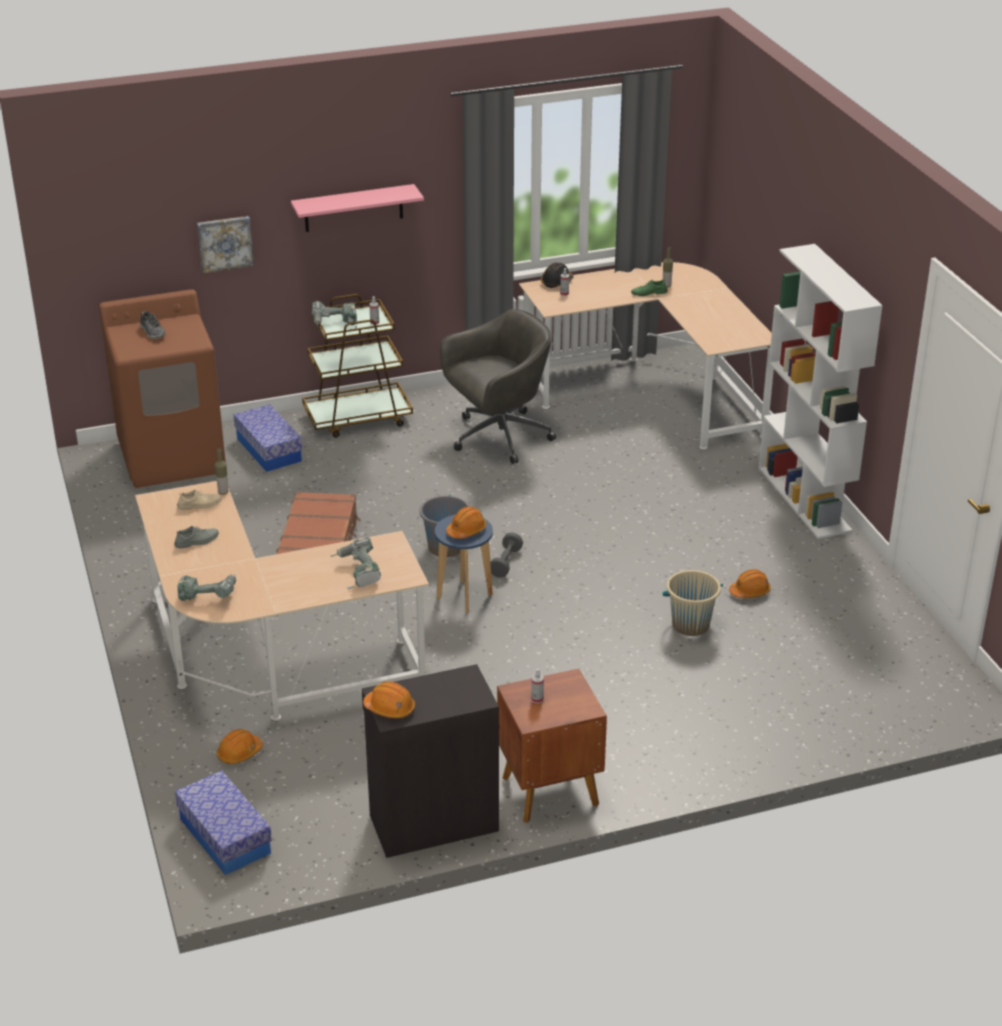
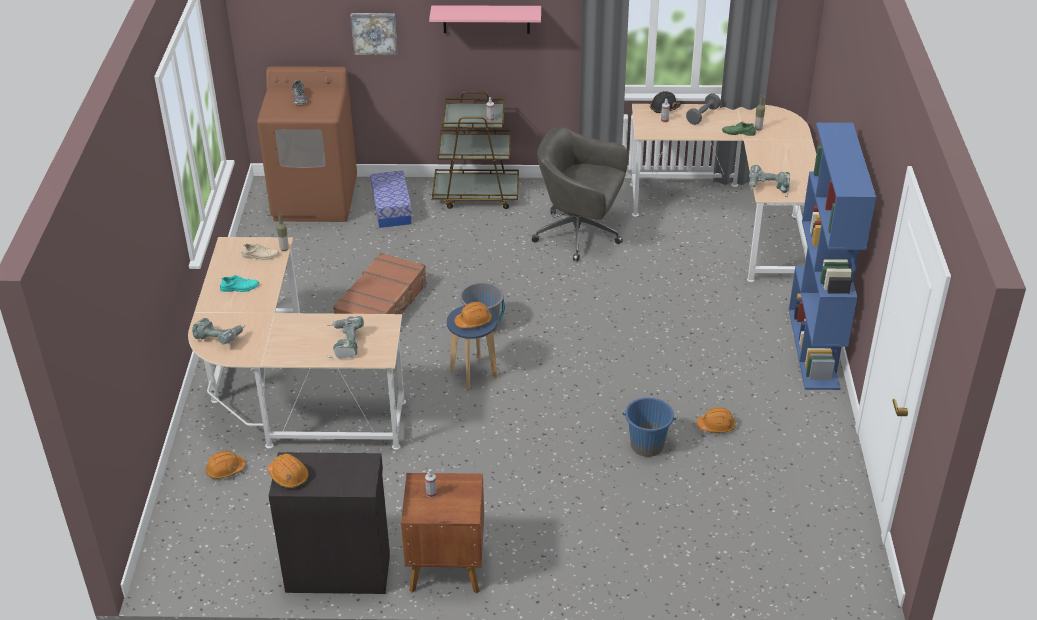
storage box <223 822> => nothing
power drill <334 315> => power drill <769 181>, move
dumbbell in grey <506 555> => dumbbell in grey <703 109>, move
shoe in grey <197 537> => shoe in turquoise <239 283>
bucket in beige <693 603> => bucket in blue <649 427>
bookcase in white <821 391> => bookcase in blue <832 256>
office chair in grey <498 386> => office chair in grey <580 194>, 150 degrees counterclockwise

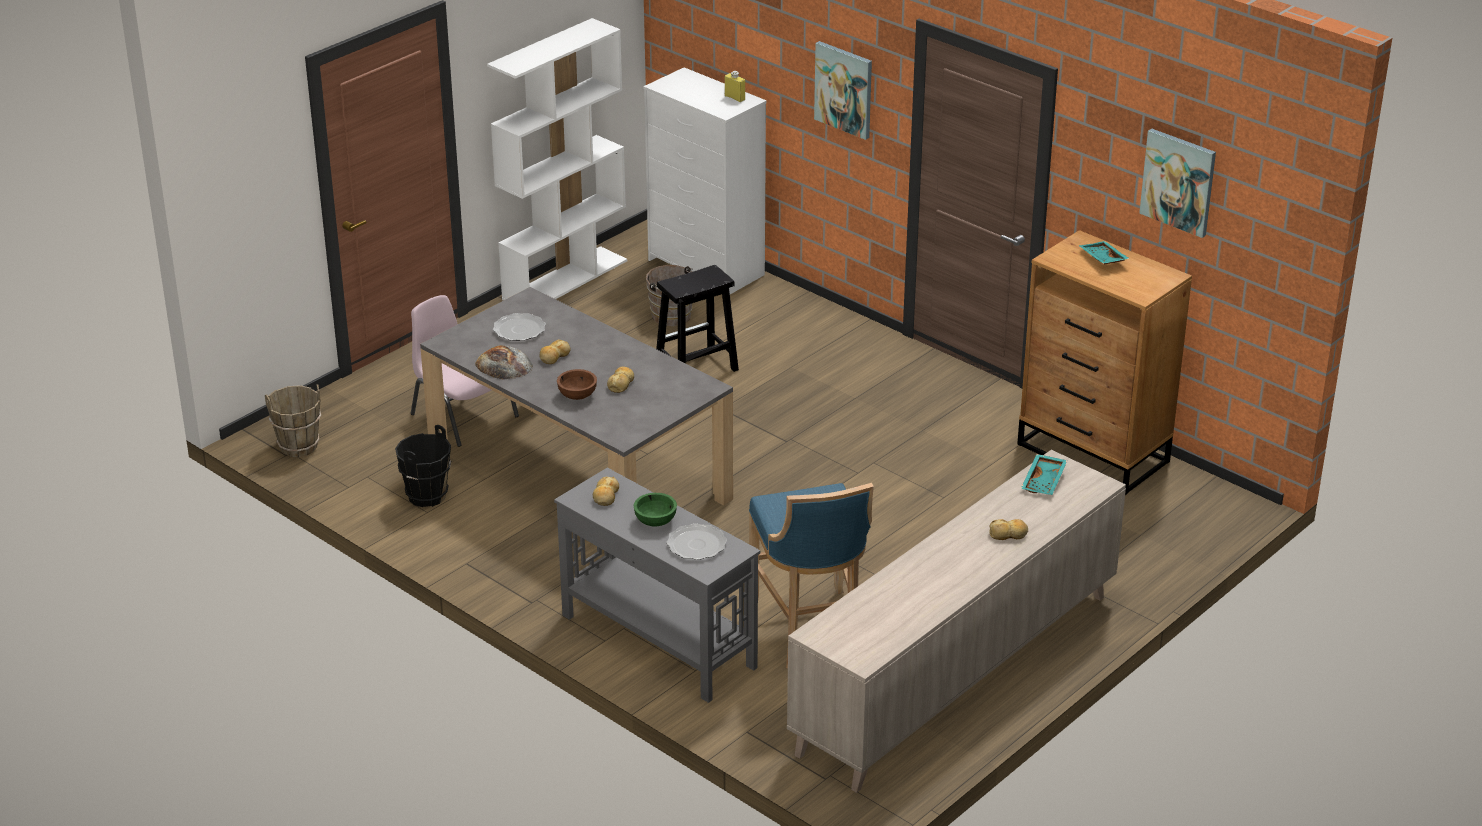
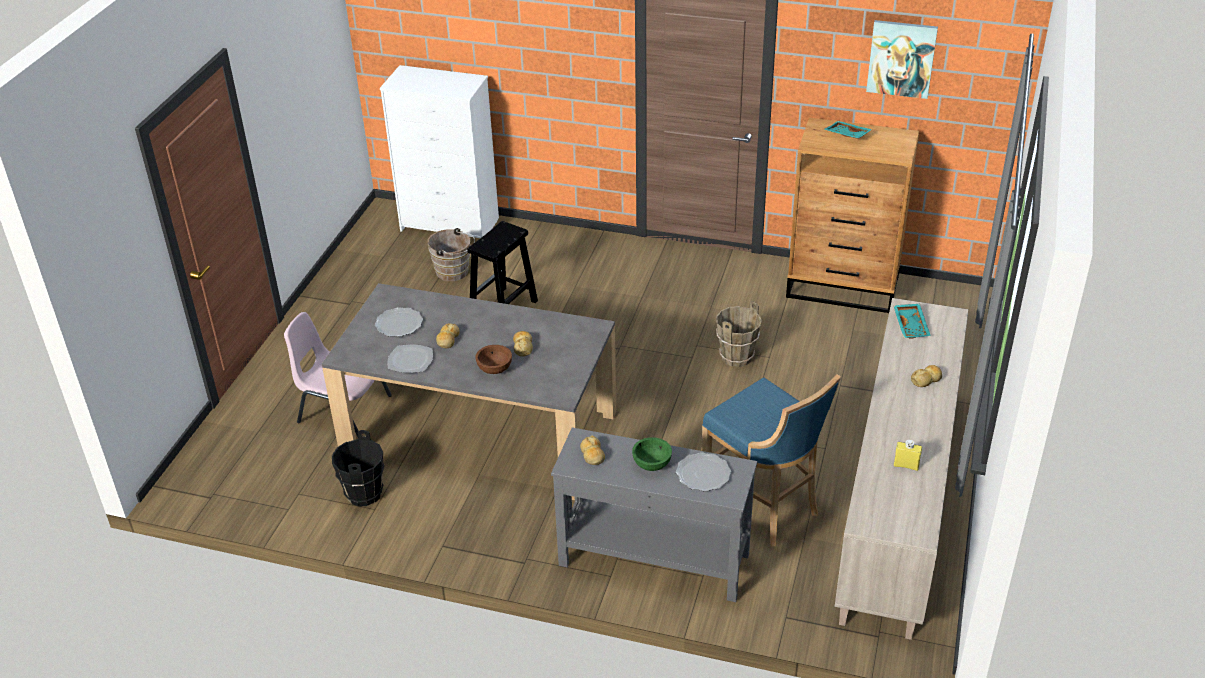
bookcase in white <557 159> => nothing
picture <843 90> => nothing
bucket in brown <293 420> => bucket in brown <739 334>, move
bottle in yellow <735 86> => bottle in yellow <908 455>, move
bread <504 362> => plate <410 359>

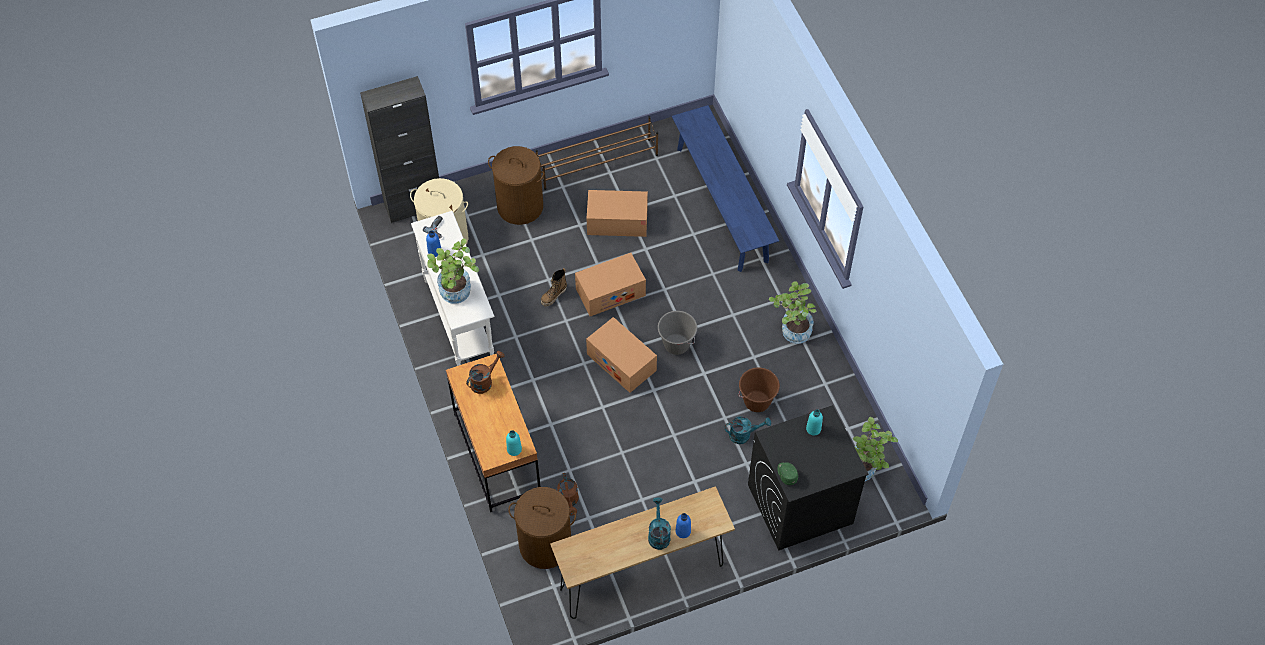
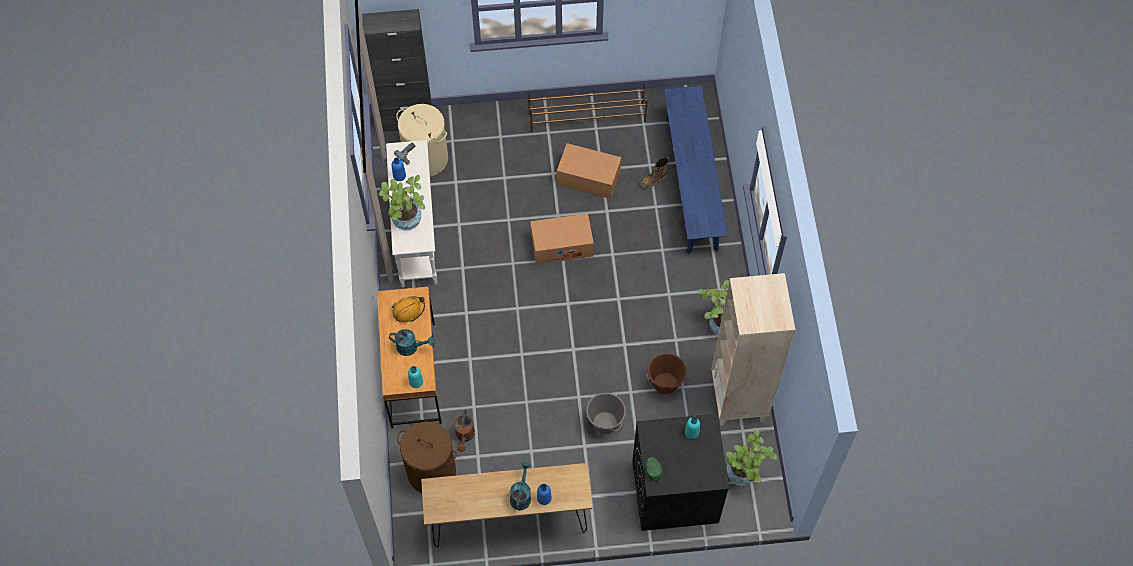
laundry basket in brown <516 185> => nothing
cardboard box <621 355> => nothing
nothing => bookcase in beige <753 349>
boot <554 287> => boot <655 172>, move
bucket in grey <677 333> => bucket in grey <606 413>, move
watering can in turquoise <748 430> => watering can in turquoise <411 342>, move
watering can in brown <485 372> => hard hat in orange <408 309>

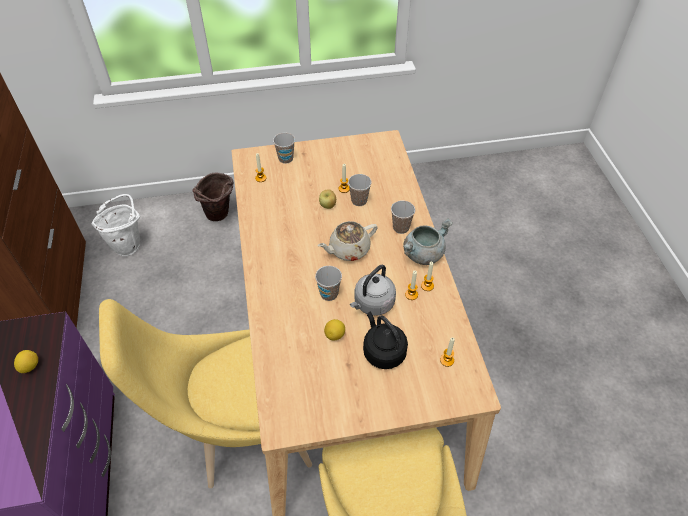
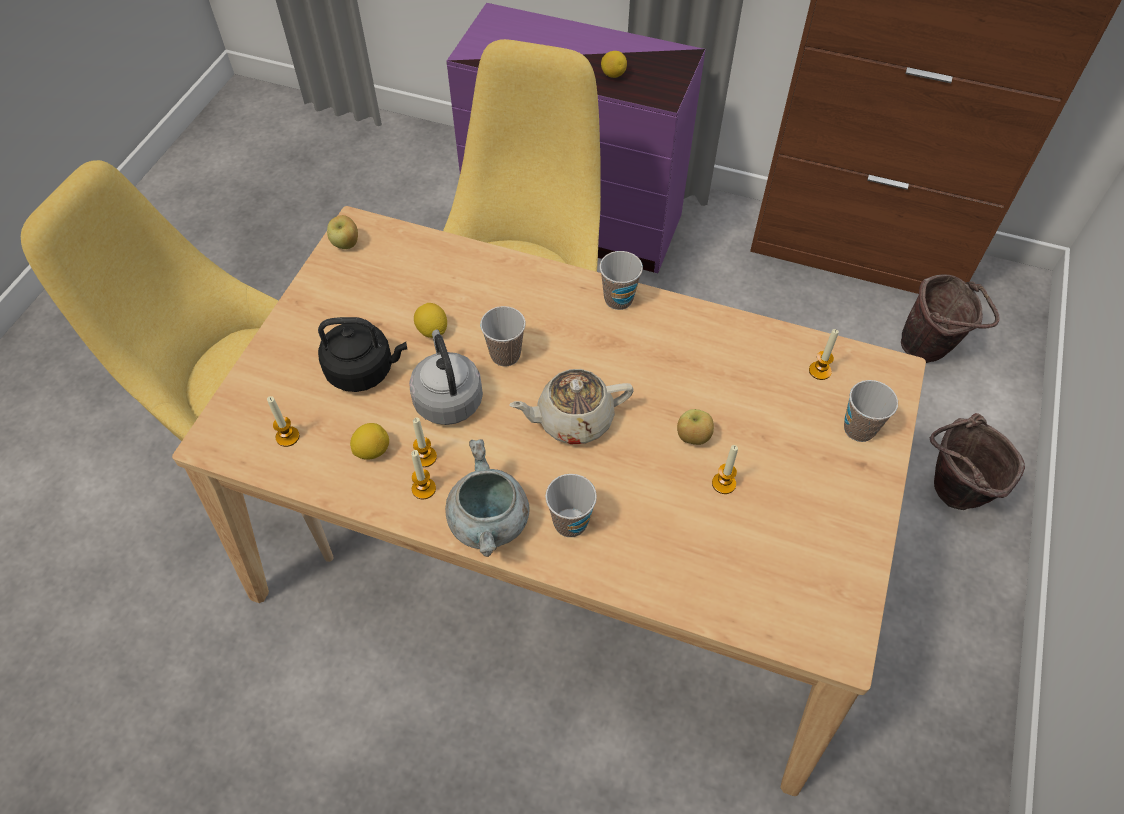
nothing => apple <342 232>
nothing => lemon <369 441>
cup <360 190> => cup <621 280>, move
bucket in white <116 225> => bucket in brown <950 318>
teapot in beige <348 241> => teapot in beige <571 406>, 105 degrees counterclockwise

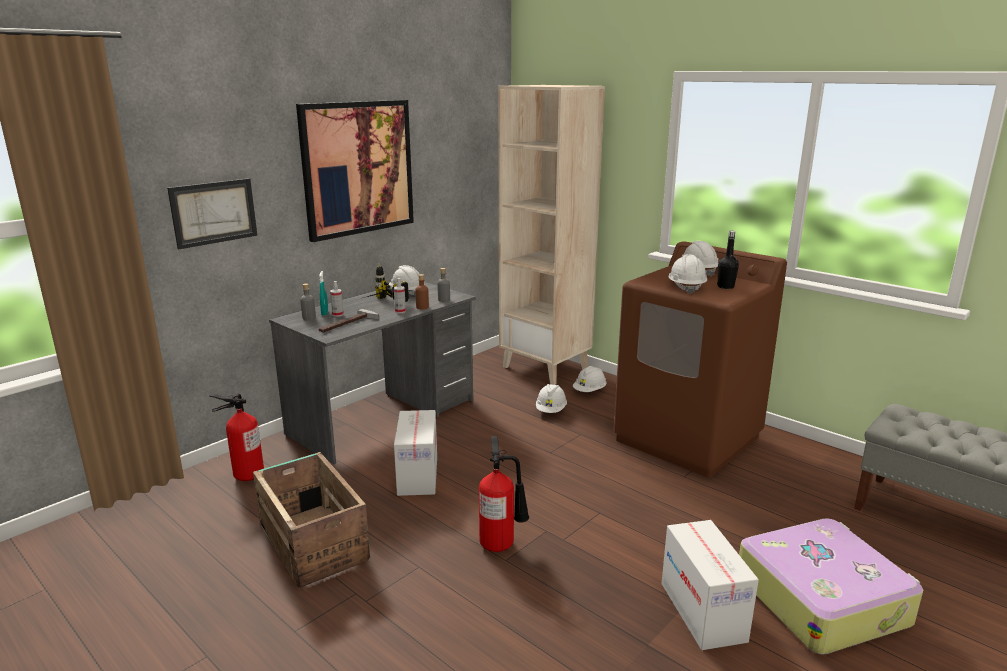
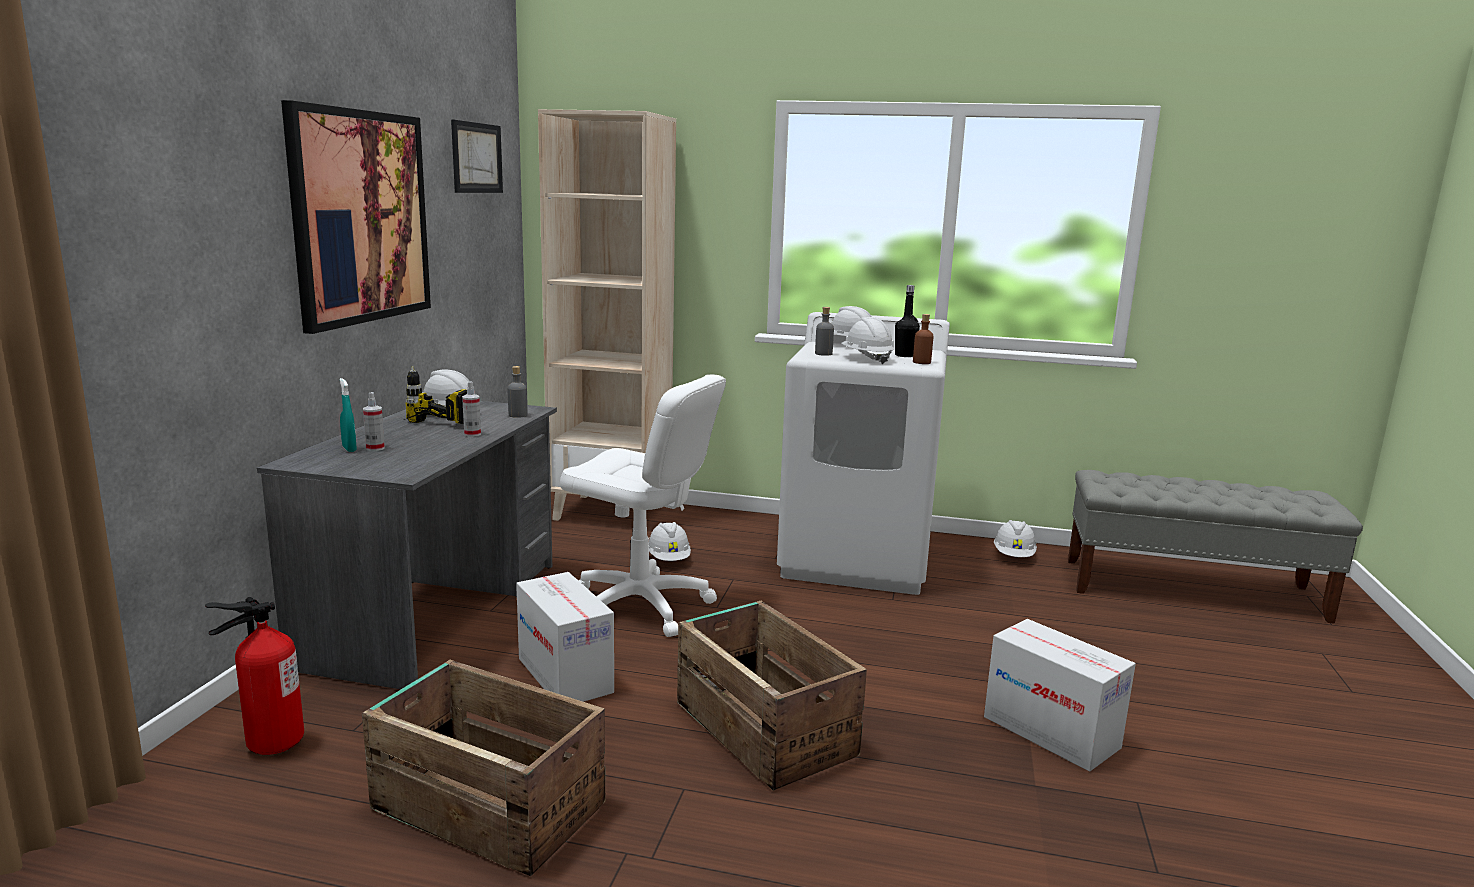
hammer <348 320> => nothing
suitcase <831 586> => nothing
nothing => office chair in white <643 506>
picture <212 213> => picture <477 156>, move
bottle in grey <308 302> => bottle in grey <824 331>, move
bottle in brown <422 291> => bottle in brown <923 339>, move
hard hat in white <590 379> => hard hat in white <1015 538>, move
fire extinguisher <504 494> => crate <772 696>
washing machine in brown <700 359> => washing machine in white <863 453>

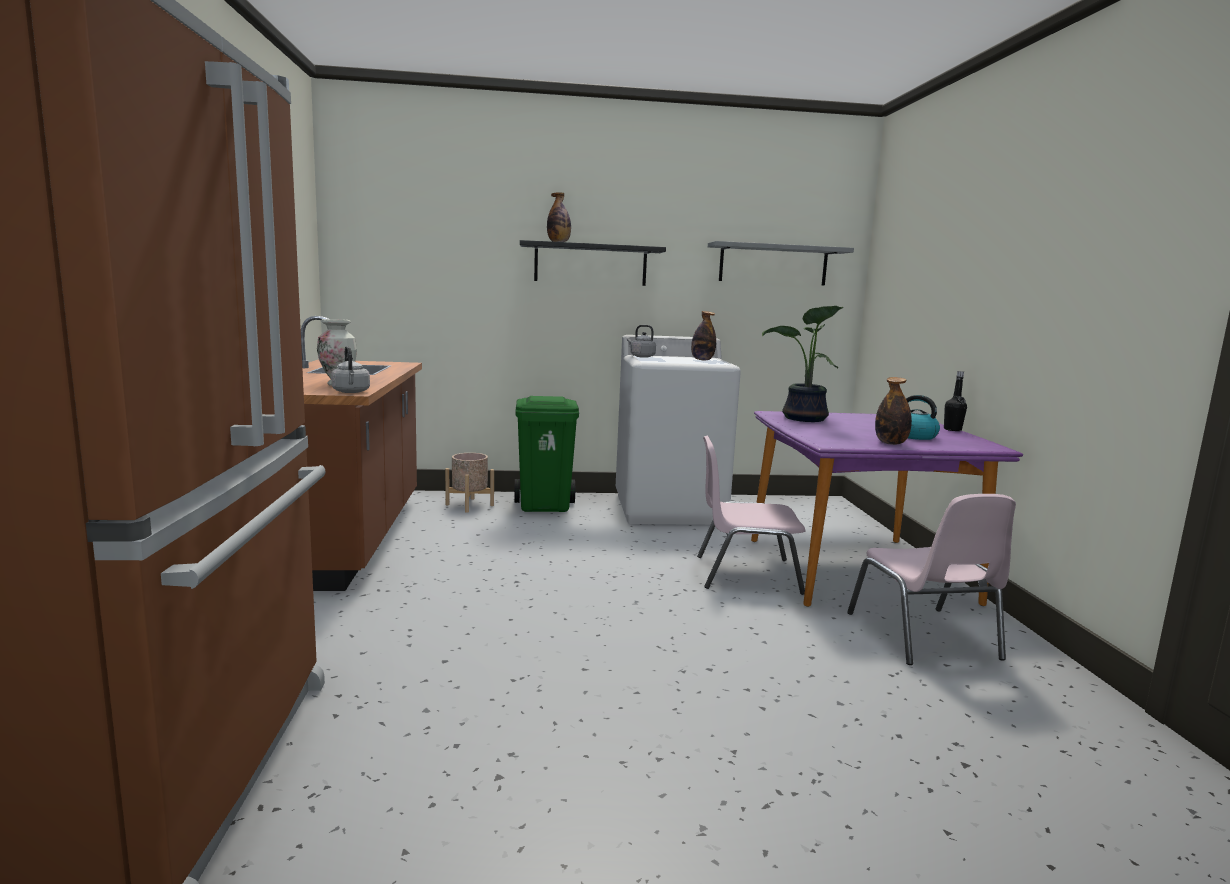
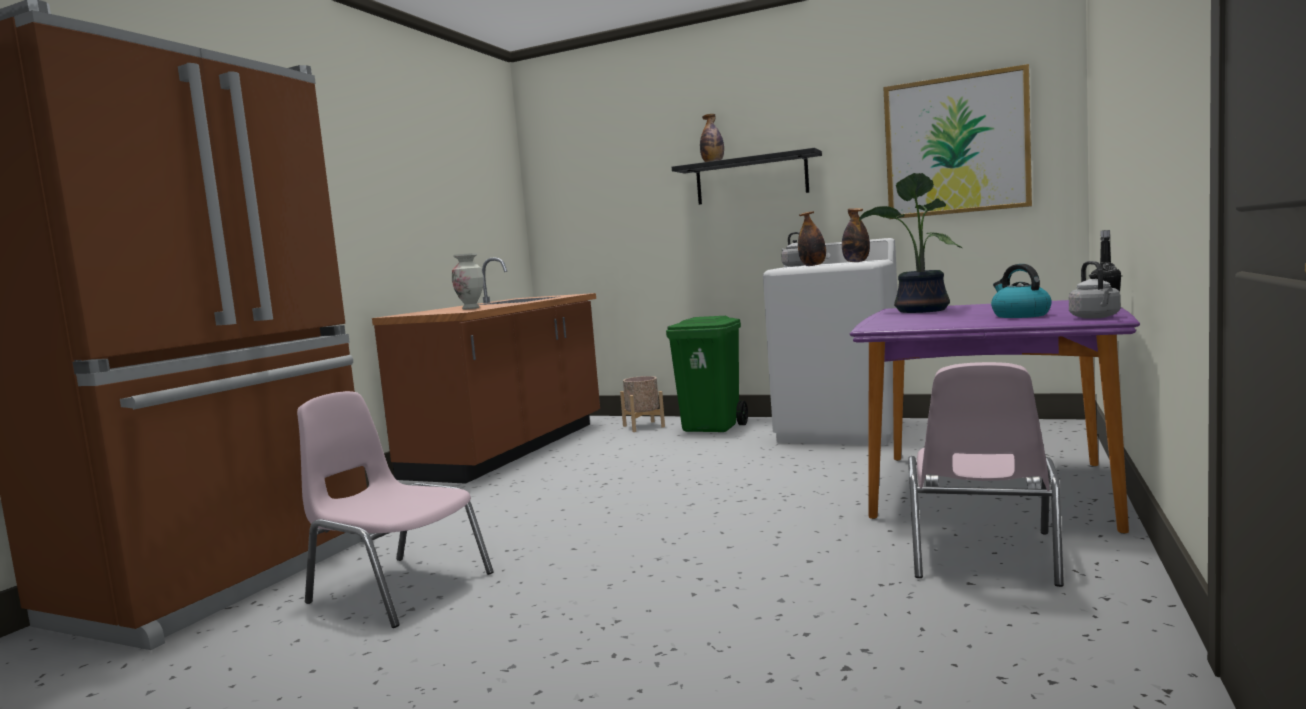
kettle in grey <350 369> => kettle in grey <1094 290>, move
chair in pink <751 515> => chair in pink <395 509>, move
bottle <893 411> => bottle <812 238>, move
shelf in grey <781 263> => picture <957 141>

